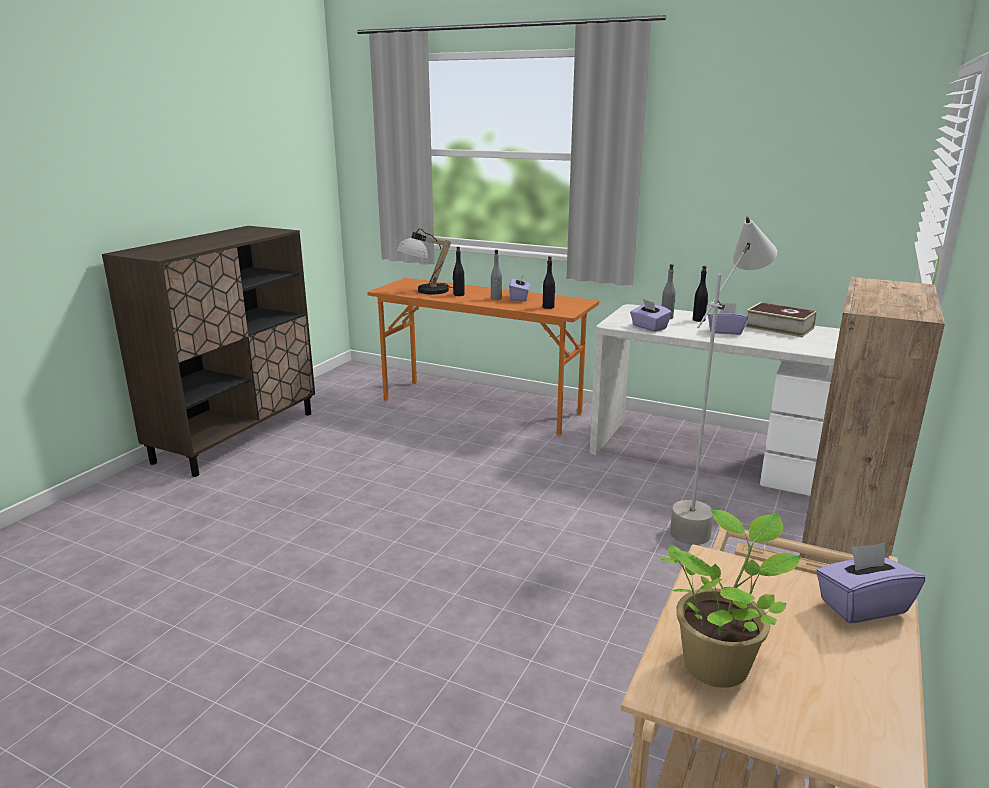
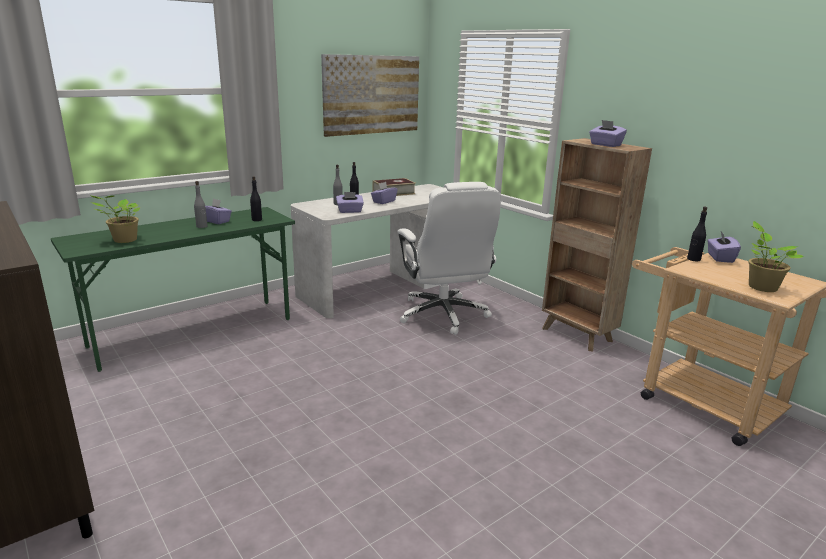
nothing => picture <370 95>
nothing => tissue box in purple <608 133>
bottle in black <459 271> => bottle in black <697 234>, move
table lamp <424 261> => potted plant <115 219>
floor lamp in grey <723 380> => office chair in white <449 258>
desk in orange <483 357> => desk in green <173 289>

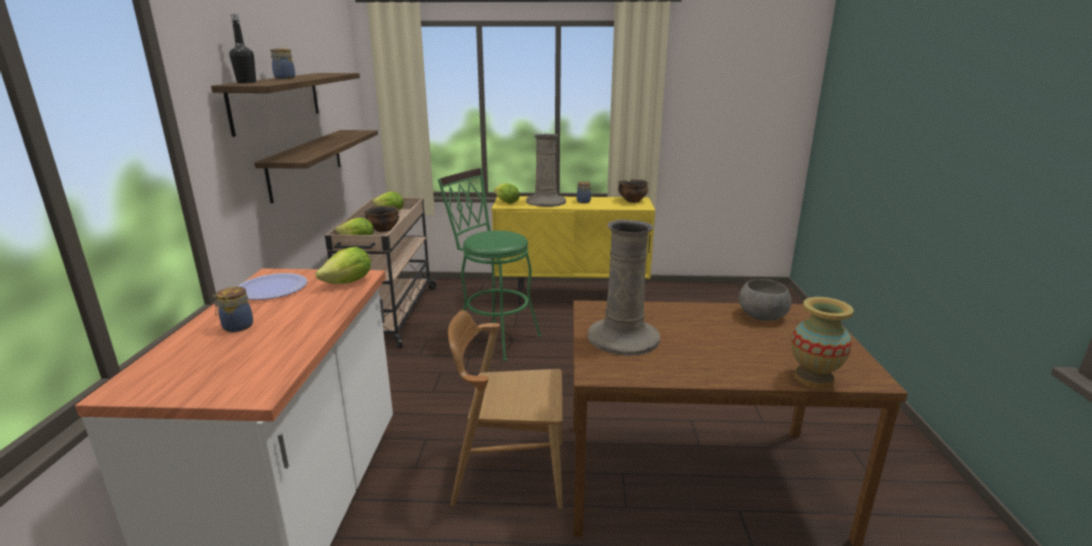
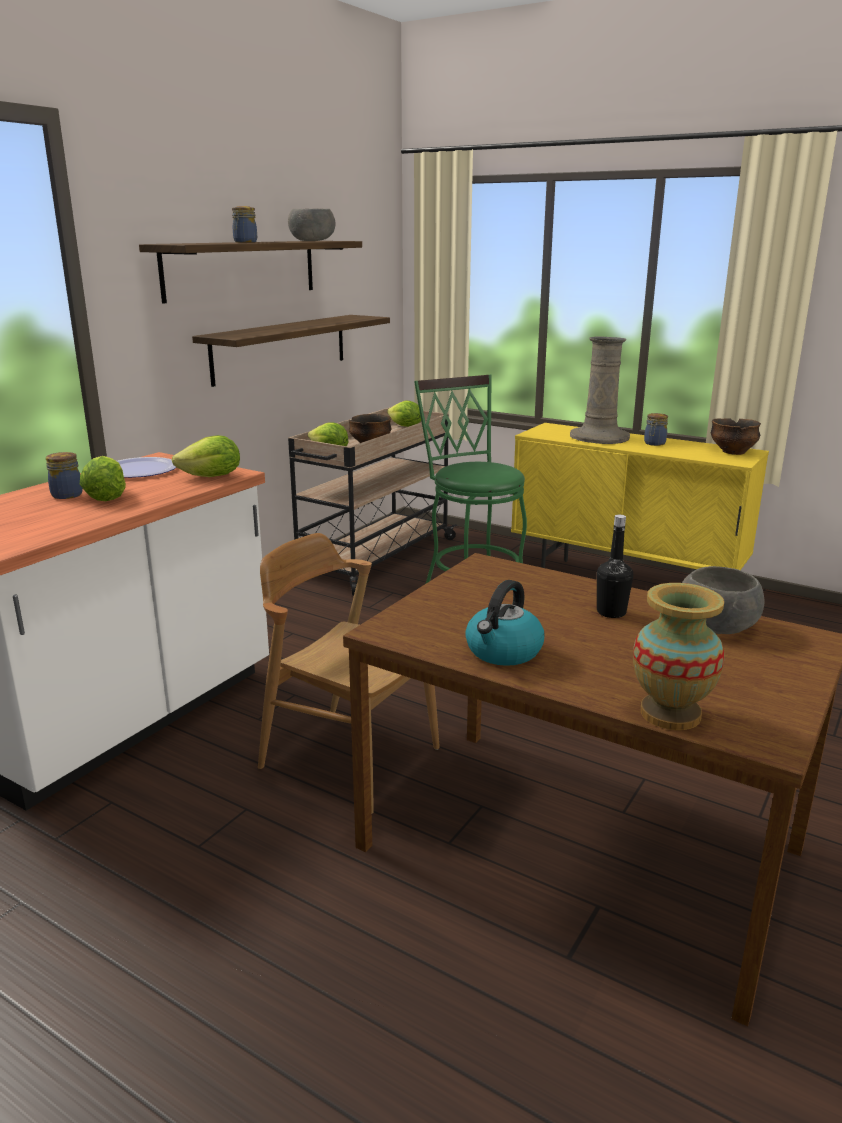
vase in beige <624 288> => nothing
nothing => bowl in grey <311 224>
nothing => kettle <505 623>
bottle in black <242 48> => bottle in black <615 566>, move
lettuce <506 193> => lettuce <103 478>, move

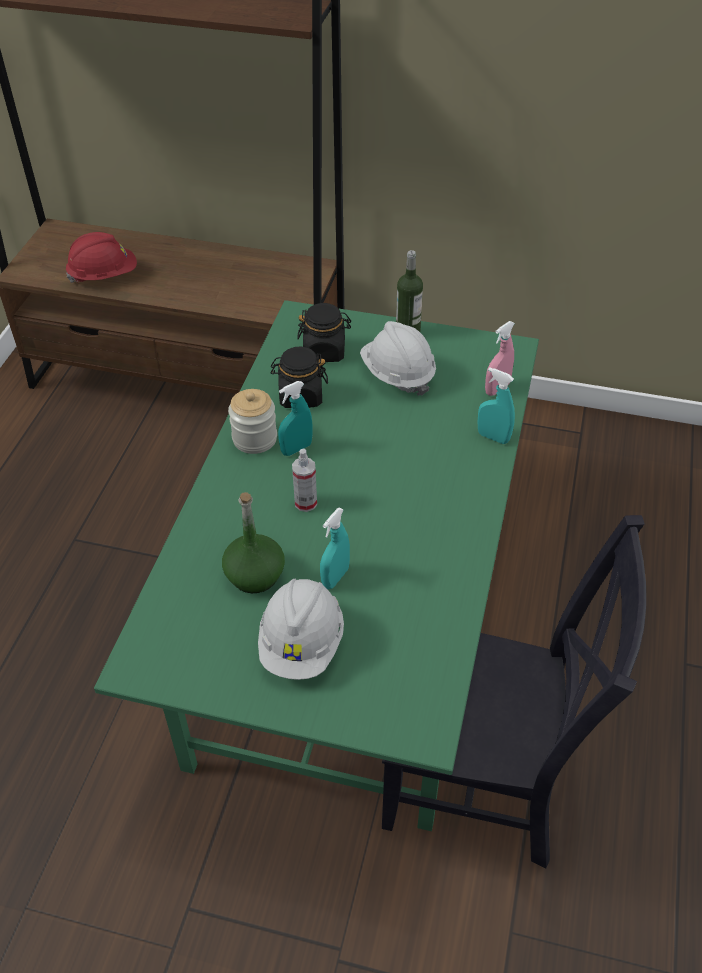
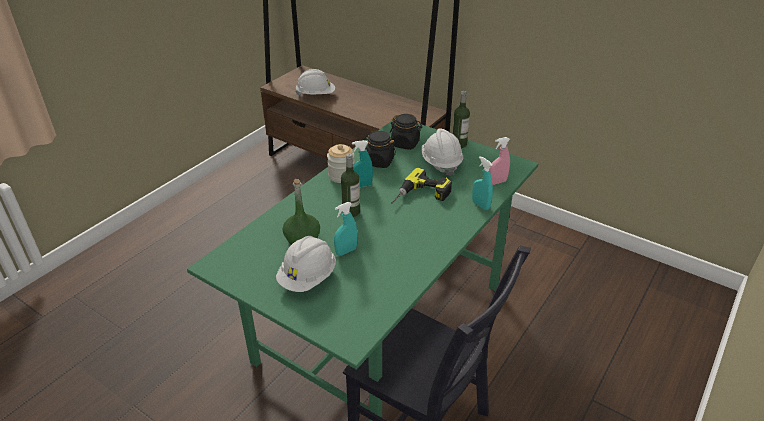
nothing => power drill <421 186>
spray bottle <304 480> => bottle <350 185>
hard hat in red <101 257> => hard hat in white <315 82>

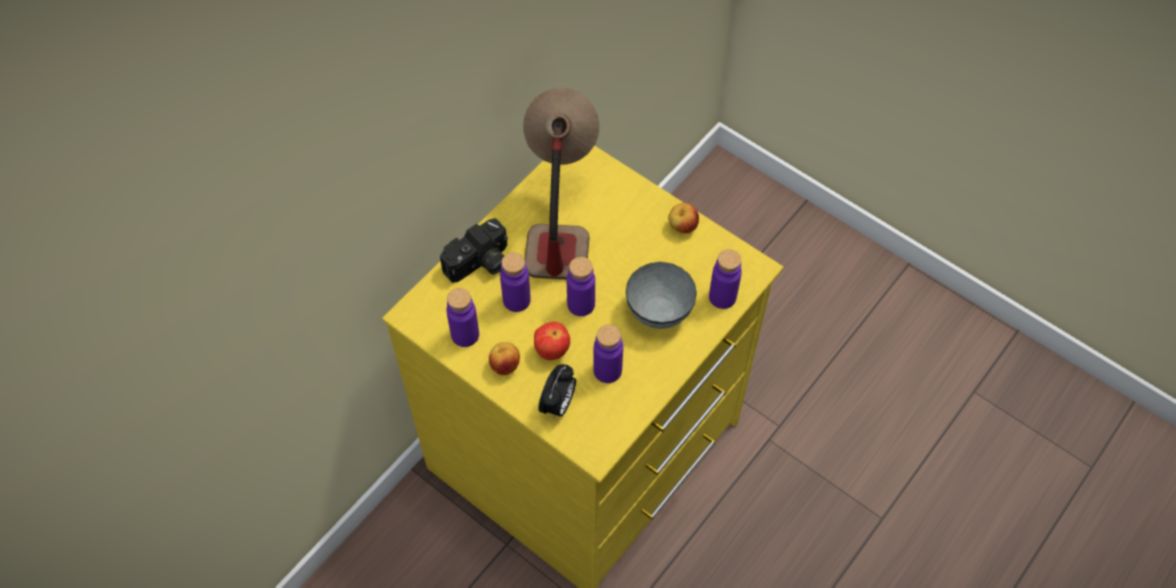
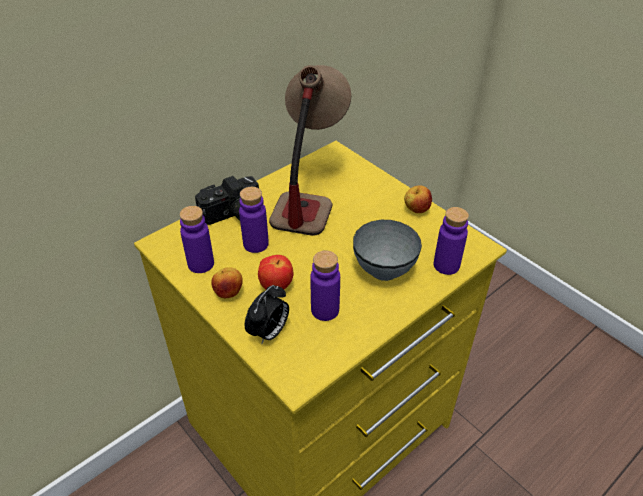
bottle in purple <581 286> => nothing

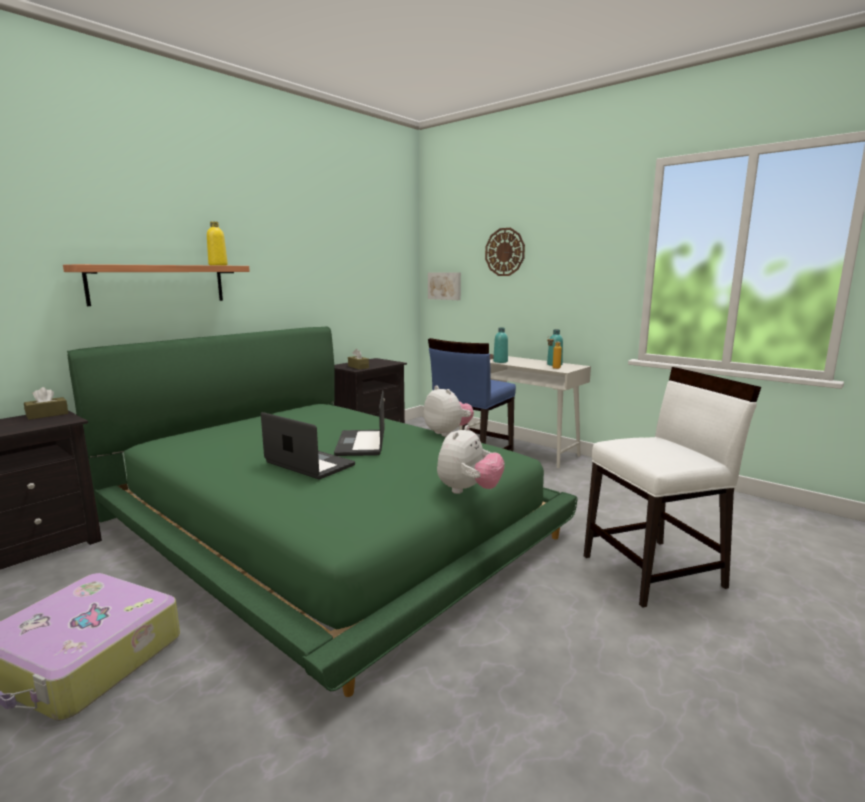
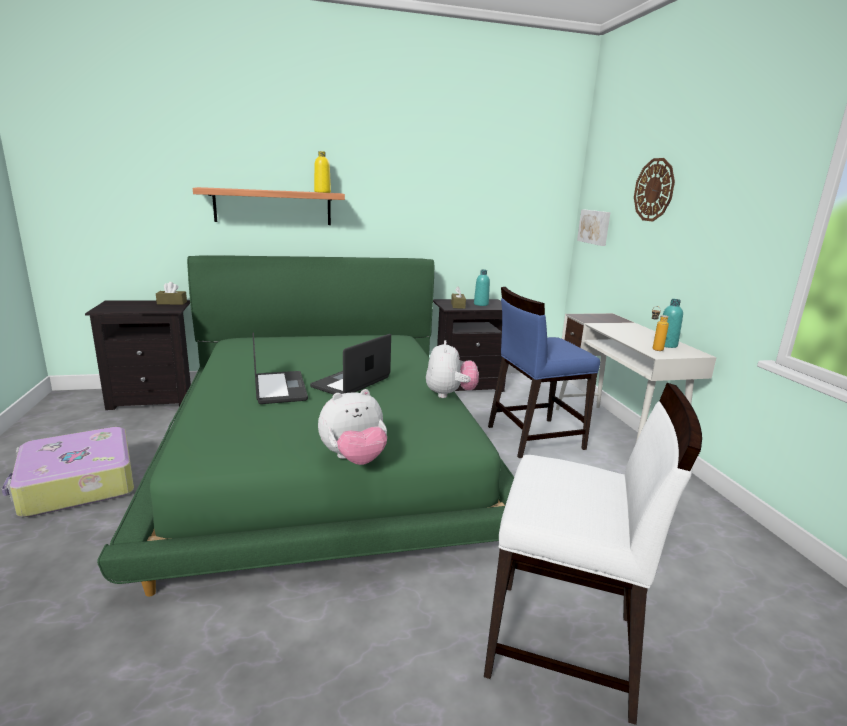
bottle in turquoise <500 345> => bottle in turquoise <482 288>, move

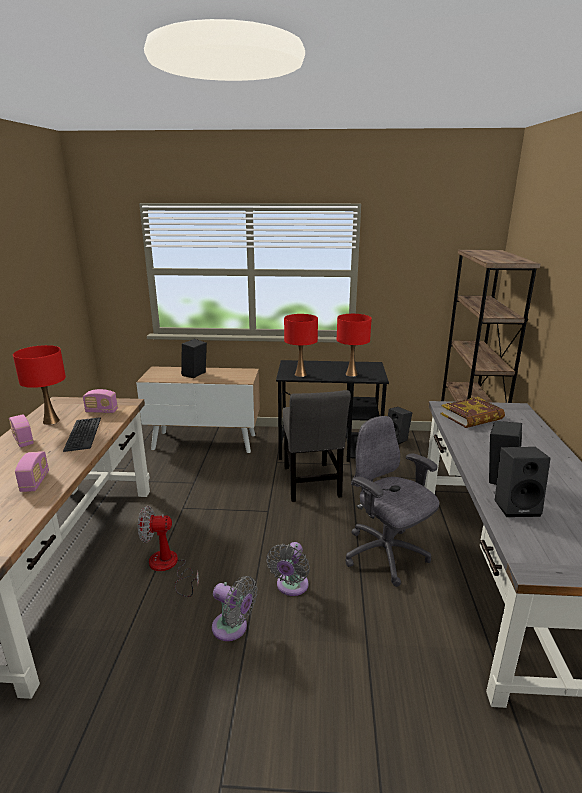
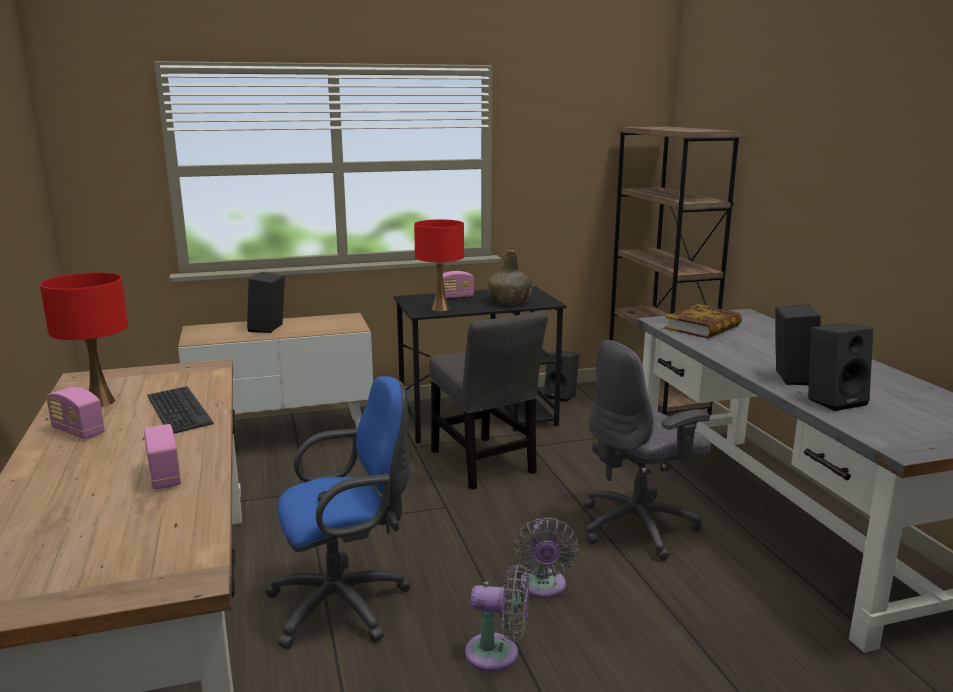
radio <100 401> => radio <458 285>, move
fan <168 551> => office chair in blue <338 512>
table lamp in red <354 345> => bottle in green <510 277>
office chair in grey <392 501> => office chair in grey <647 450>, 60 degrees counterclockwise

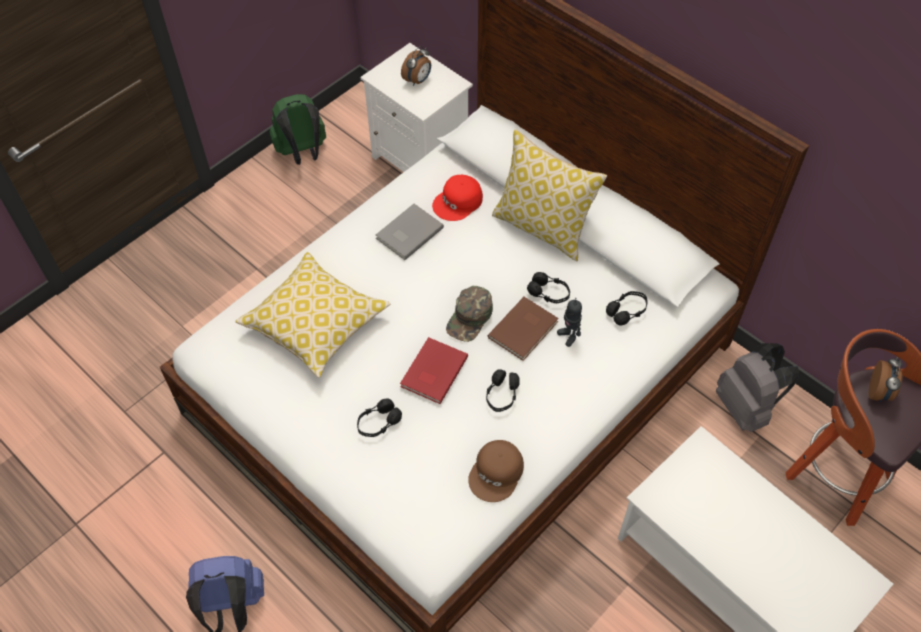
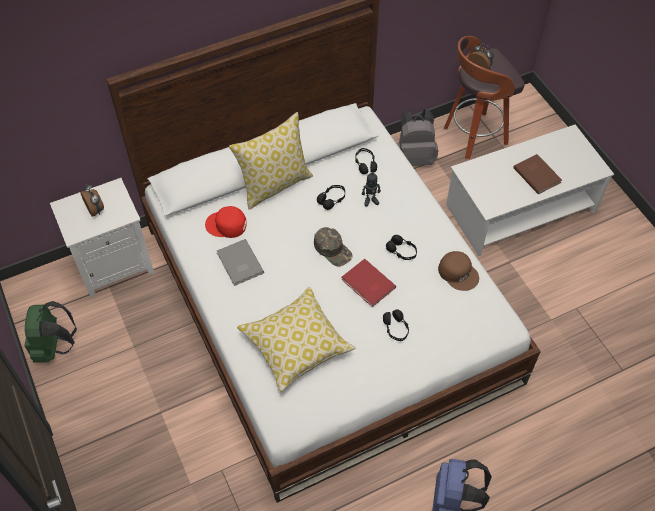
book in brown <523 329> => book in brown <537 174>, move
cap in red <457 198> => cap in red <226 222>, 120 degrees clockwise

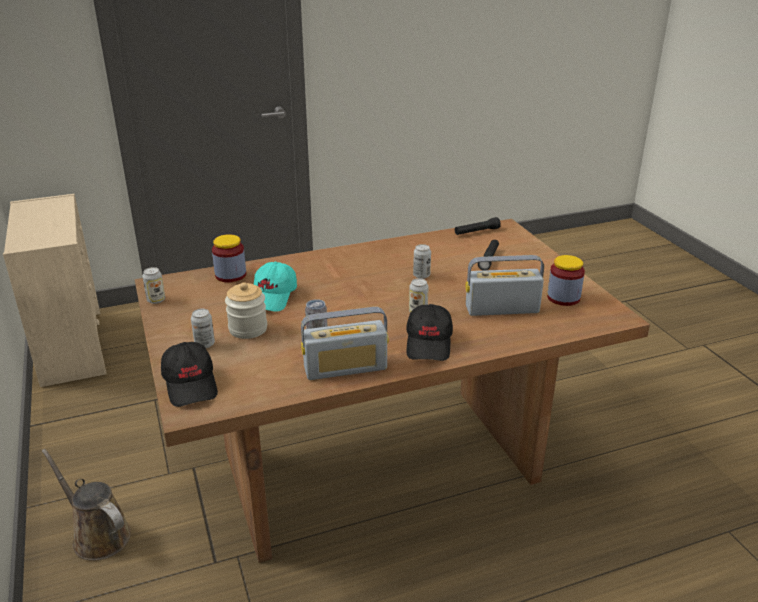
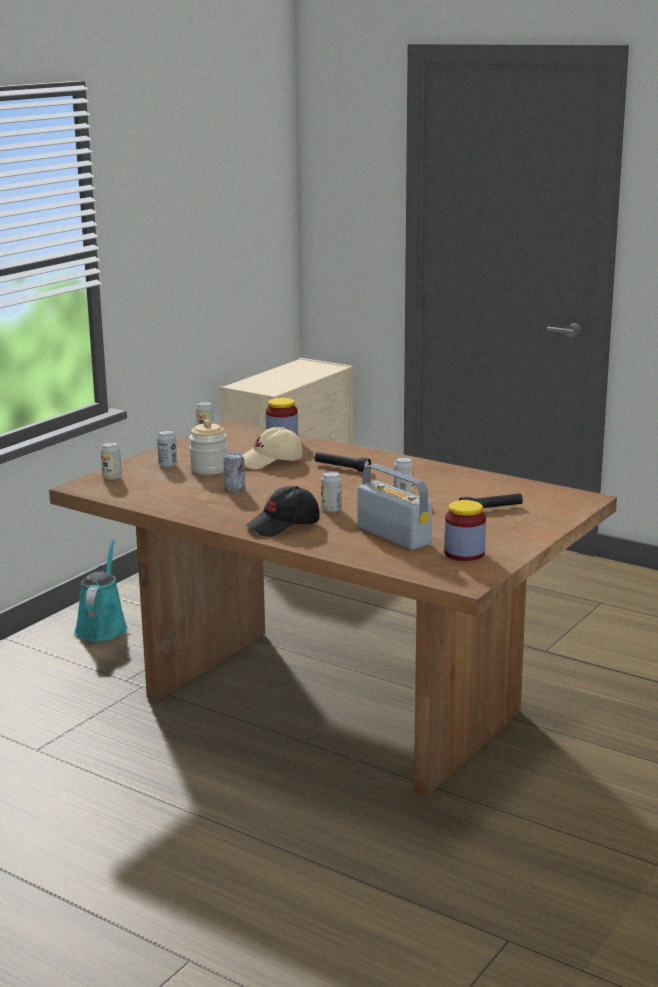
radio <345 343> => nothing
flashlight in black <478 226> => flashlight in black <343 462>, move
cap in black <189 374> => can <111 461>
watering can in brown <86 505> => watering can in turquoise <101 590>
cap in turquoise <275 287> => cap in beige <273 448>

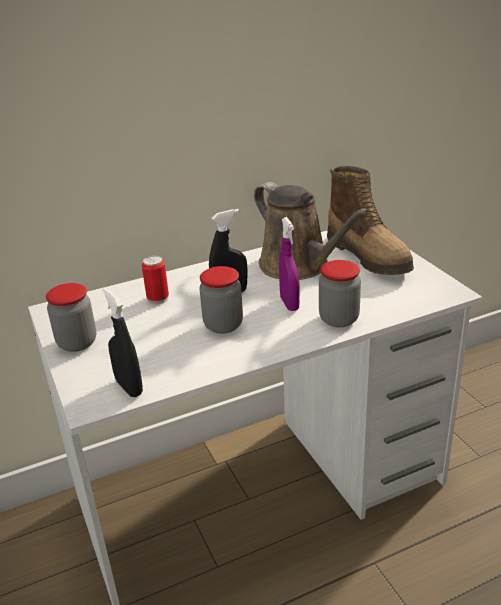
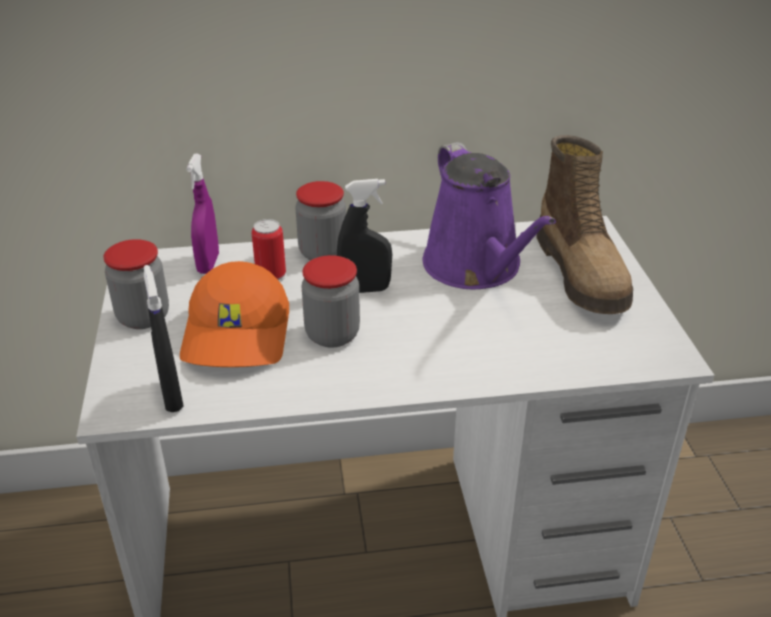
nothing => cap in orange <234 314>
spray bottle in purple <289 264> => spray bottle in purple <203 214>, move
jar <340 293> => jar <320 220>, move
watering can in brown <311 231> => watering can in purple <489 215>

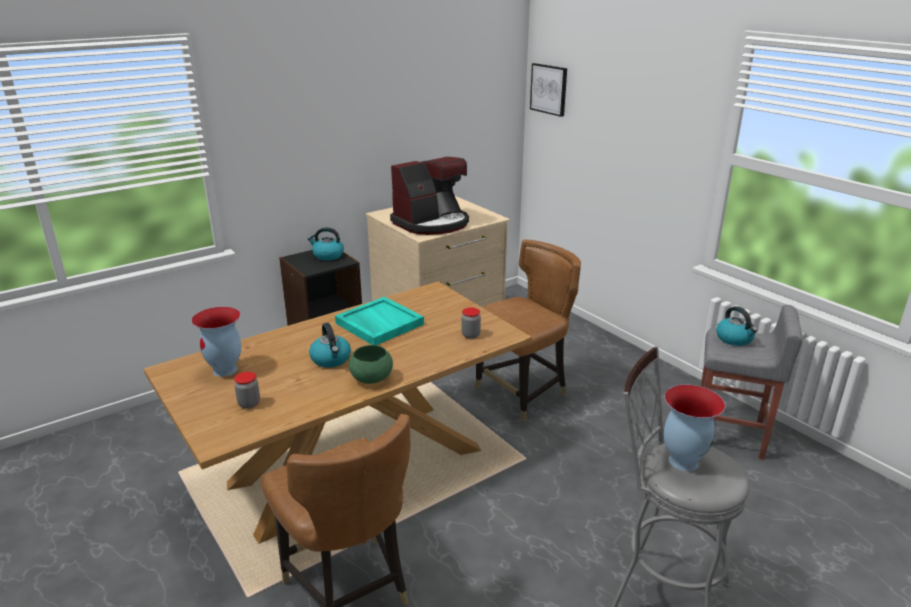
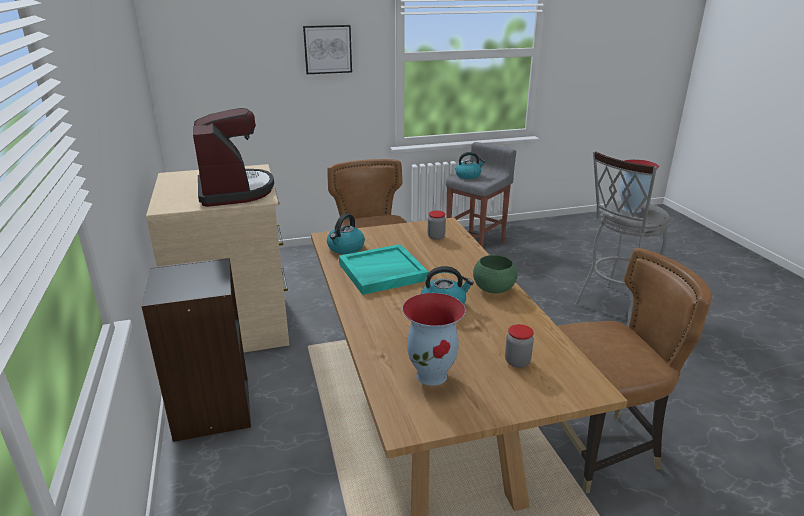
kettle <326 244> => kettle <346 233>, move
picture <548 90> => picture <327 49>, move

